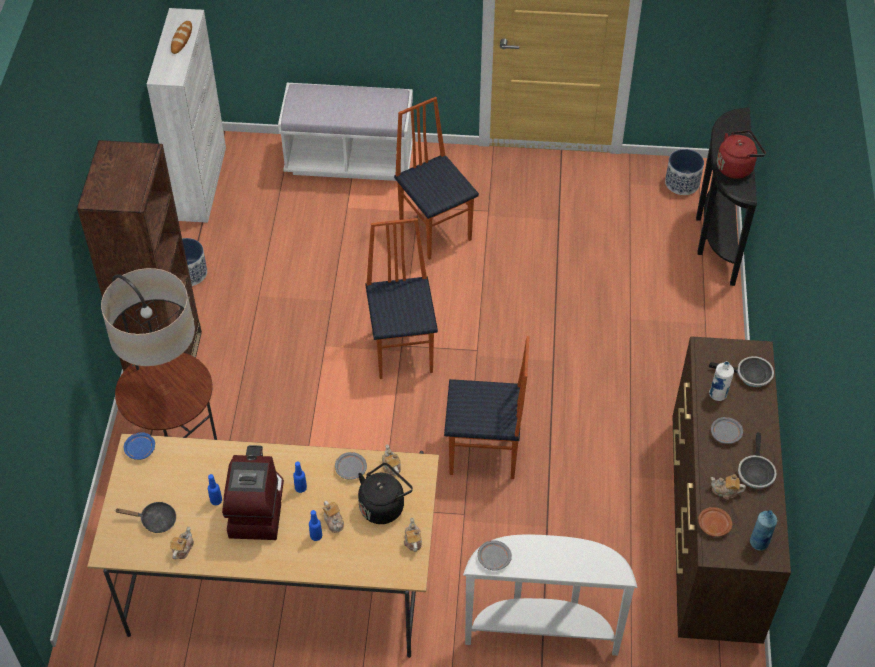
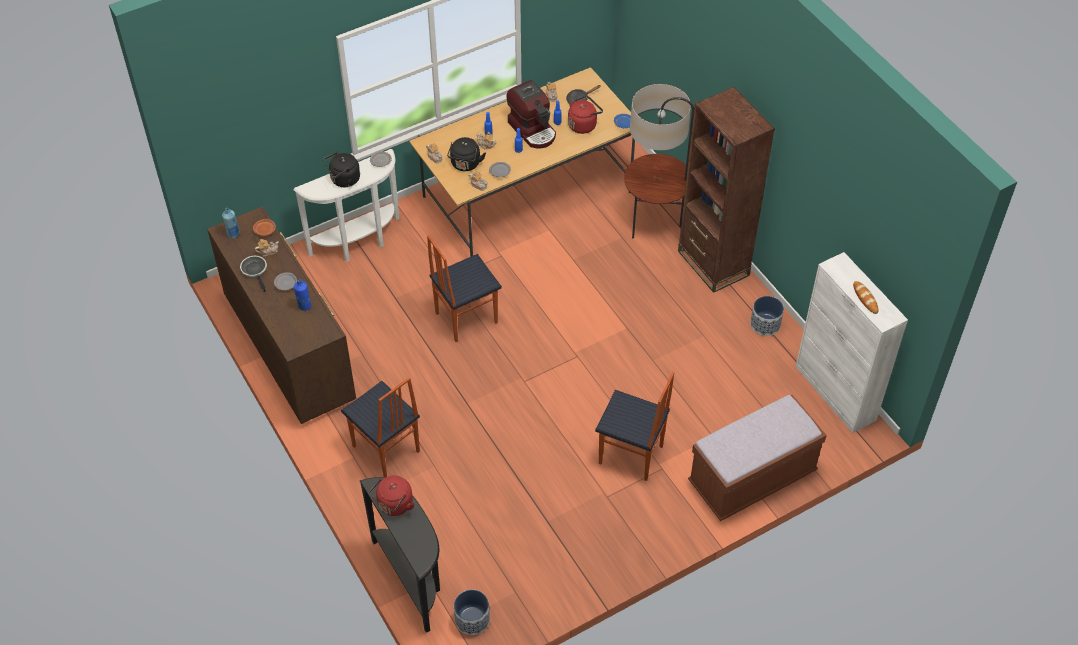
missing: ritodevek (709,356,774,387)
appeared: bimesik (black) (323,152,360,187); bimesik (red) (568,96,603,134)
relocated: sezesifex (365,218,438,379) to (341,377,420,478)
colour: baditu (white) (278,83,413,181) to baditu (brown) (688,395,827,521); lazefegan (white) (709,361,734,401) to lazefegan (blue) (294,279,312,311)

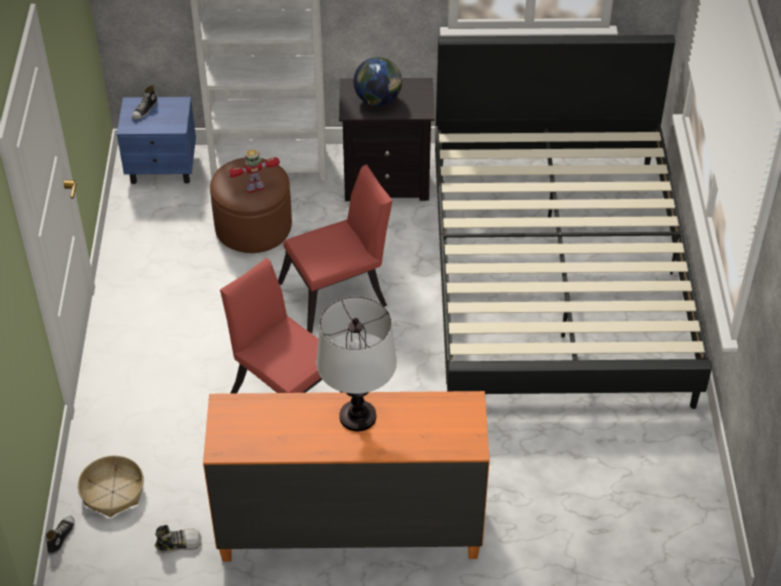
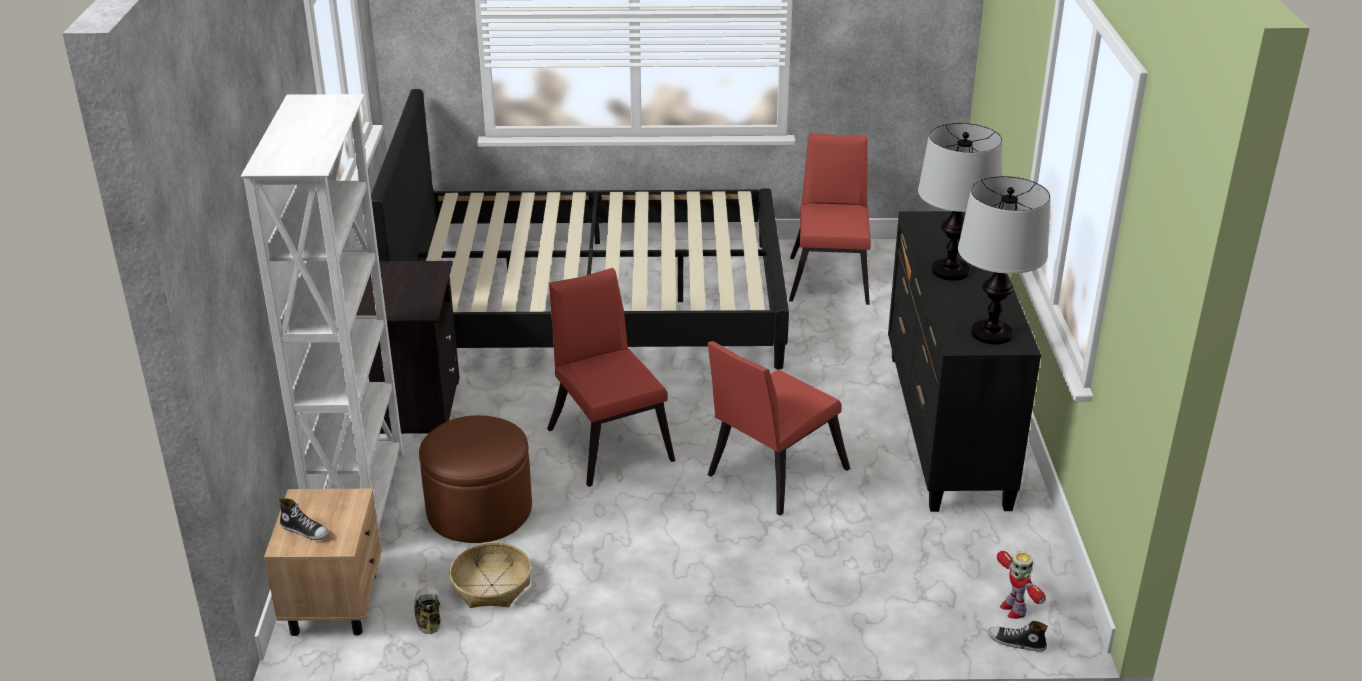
missing: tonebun (353,57,402,106)
appeared: sezesifex (red) (789,133,871,305); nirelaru (958,176,1051,345)
relocated: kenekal (78,455,144,517) to (450,542,531,608); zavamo (155,525,202,553) to (414,587,441,634); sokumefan (228,149,280,193) to (997,551,1046,619)
colour: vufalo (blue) (117,97,196,184) to vufalo (beige) (264,489,382,636); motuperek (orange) (203,391,490,562) to motuperek (black) (888,211,1041,512)

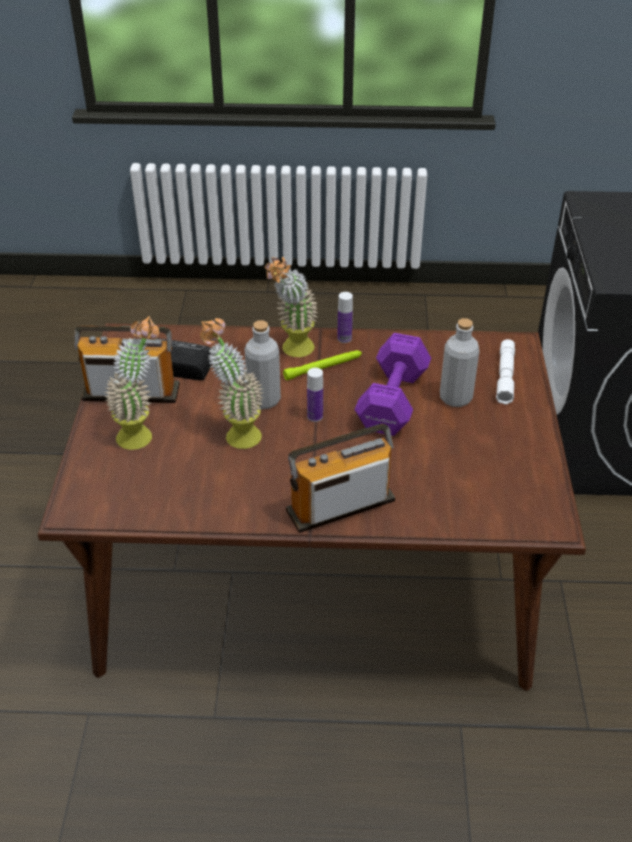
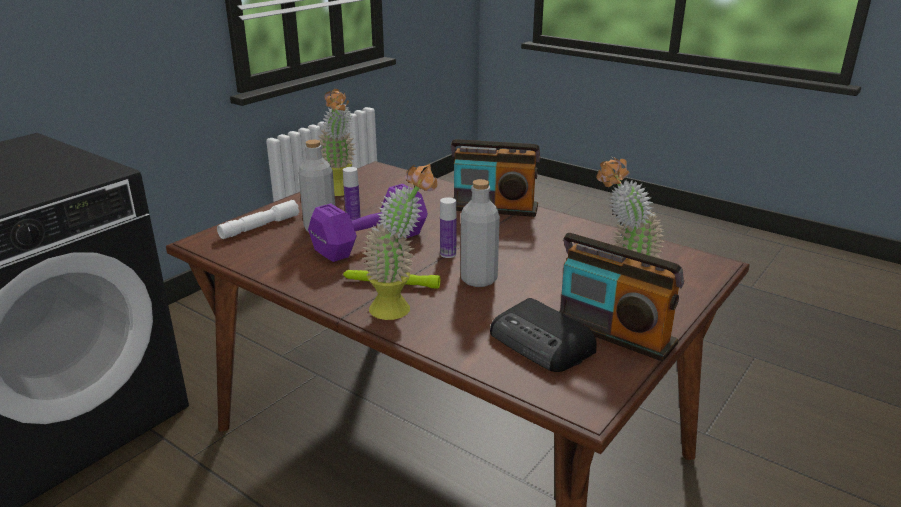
relocated: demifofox (200,318,263,449) to (319,89,356,196); lazefegan (337,292,353,343) to (343,167,361,221)

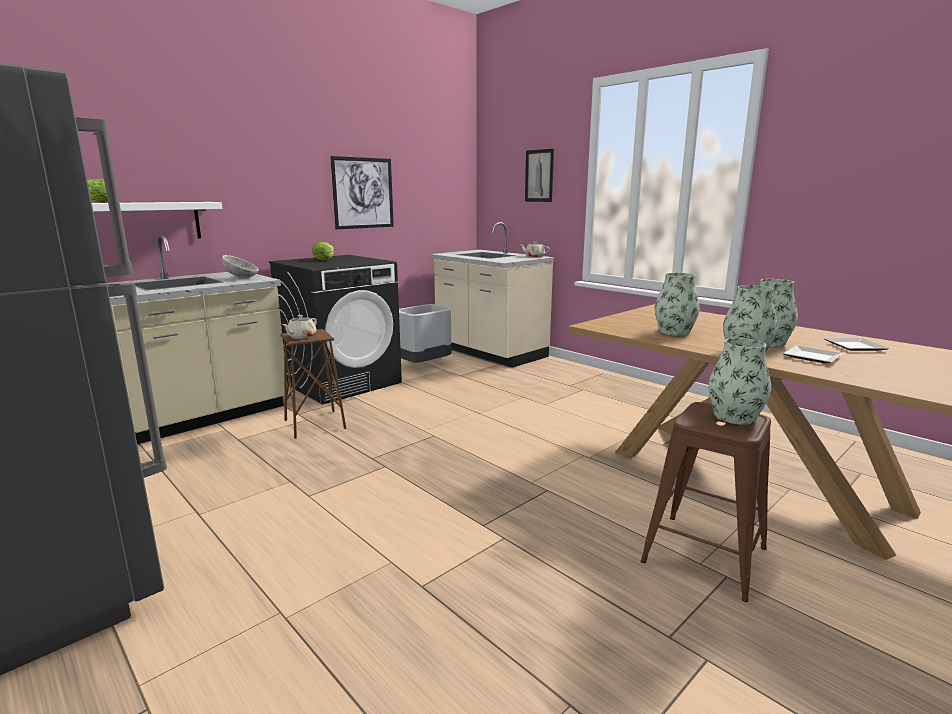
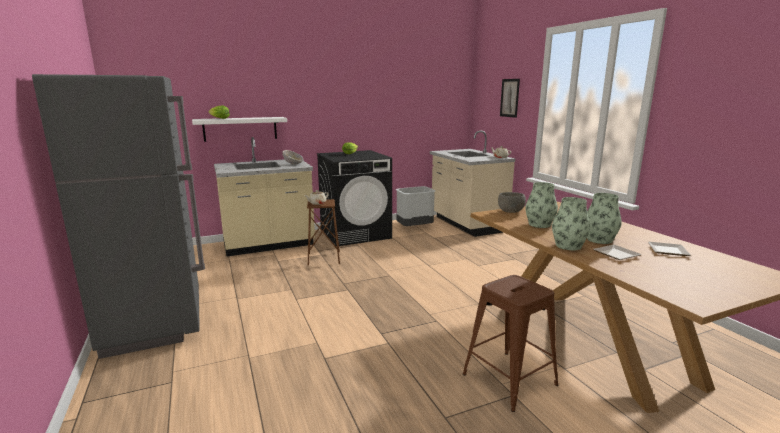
missing: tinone (330,156,394,229); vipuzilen (708,338,771,425)
appeared: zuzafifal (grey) (498,192,526,213)

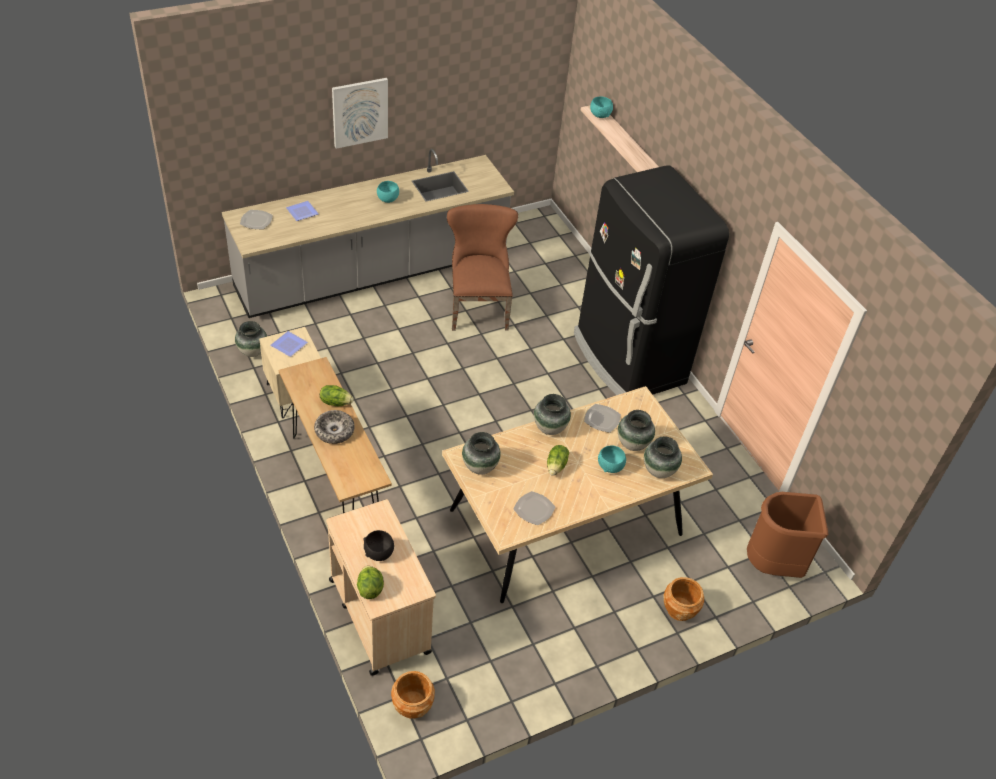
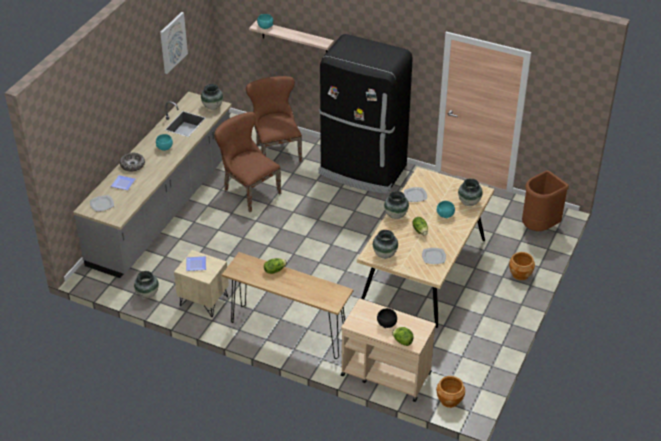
appeared: sezesifex (brown) (246,76,302,162)
relocated: zuzafifal (314,410,355,444) to (120,153,145,171); tinone (332,78,388,149) to (160,12,188,74); vipuzilen (618,410,655,451) to (201,84,223,110)

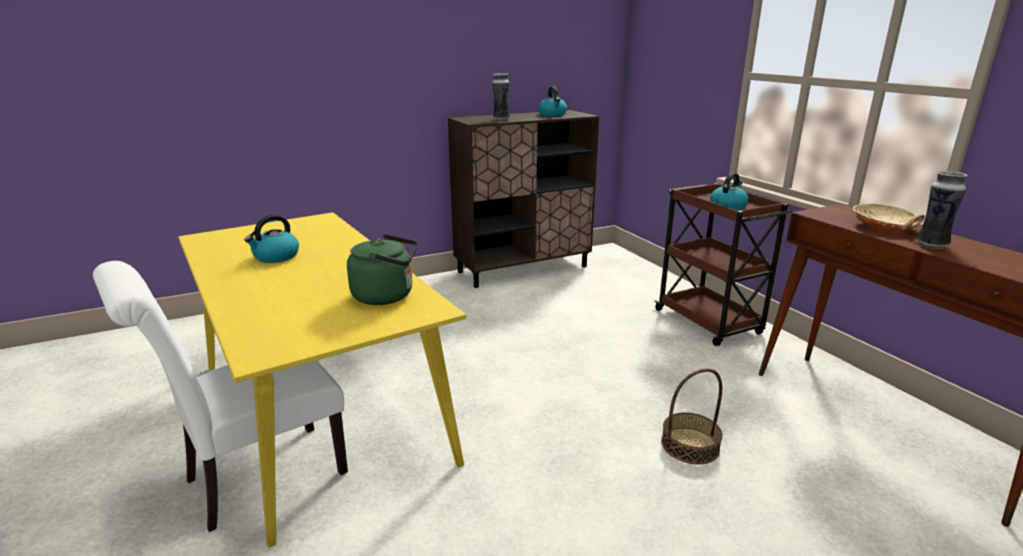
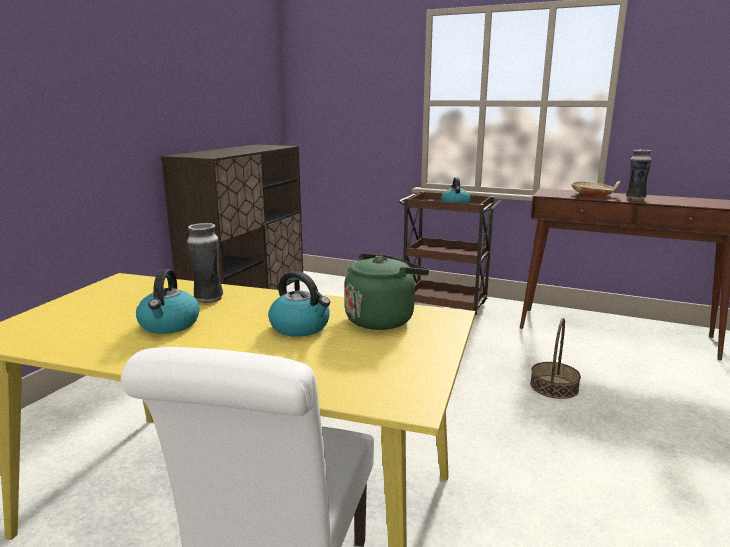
relocated: vipuzilen (492,73,510,121) to (187,223,223,303); bimesik (538,86,567,116) to (268,271,330,337)

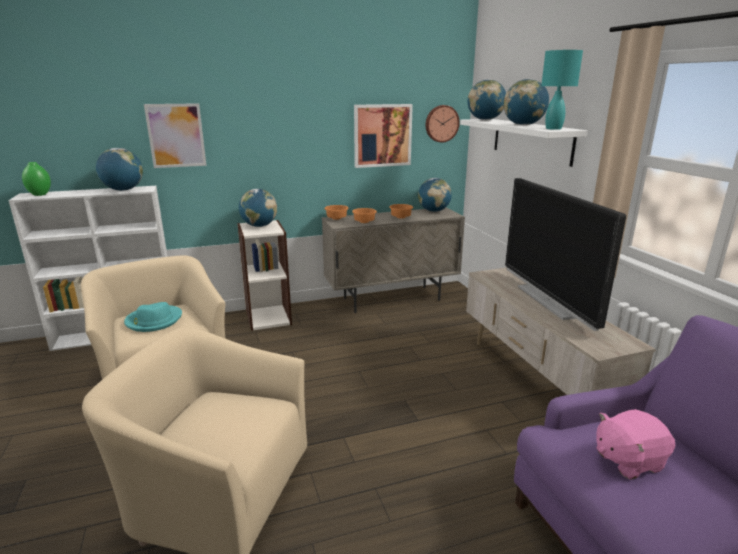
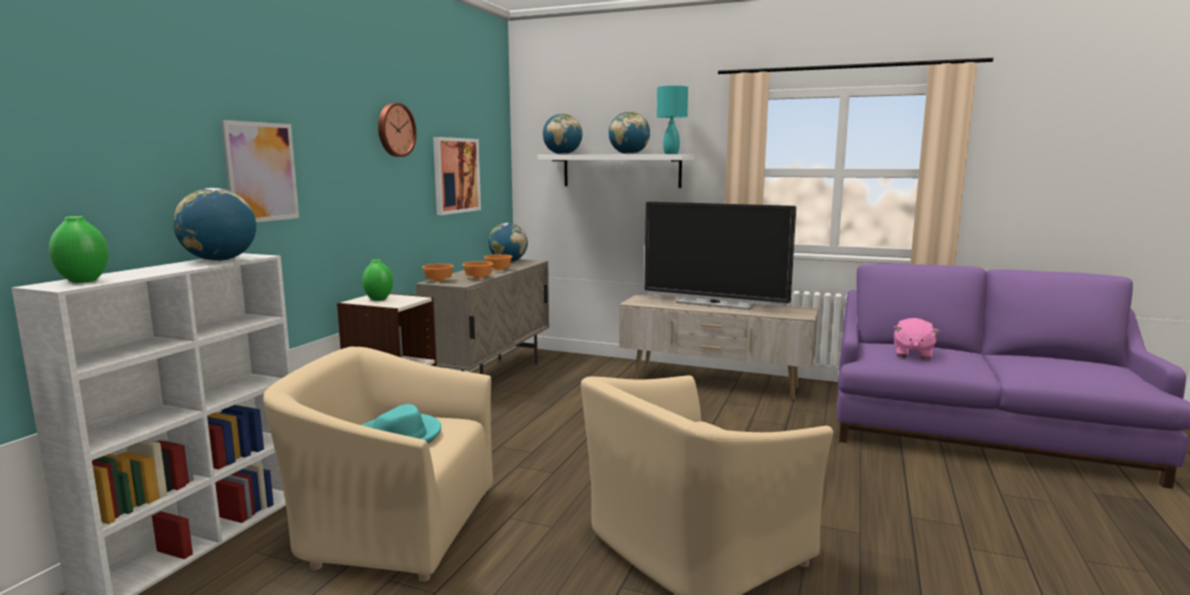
relocated: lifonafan (426,105,460,143) to (378,103,417,157)
exchanged: tonebun (239,189,277,227) to vipuzilen (green) (362,259,393,301)

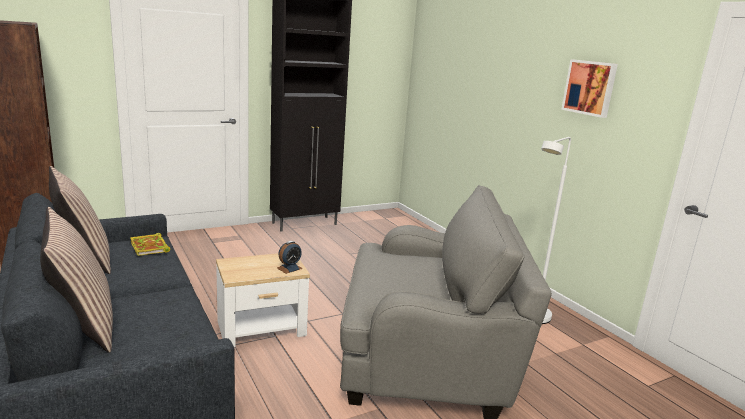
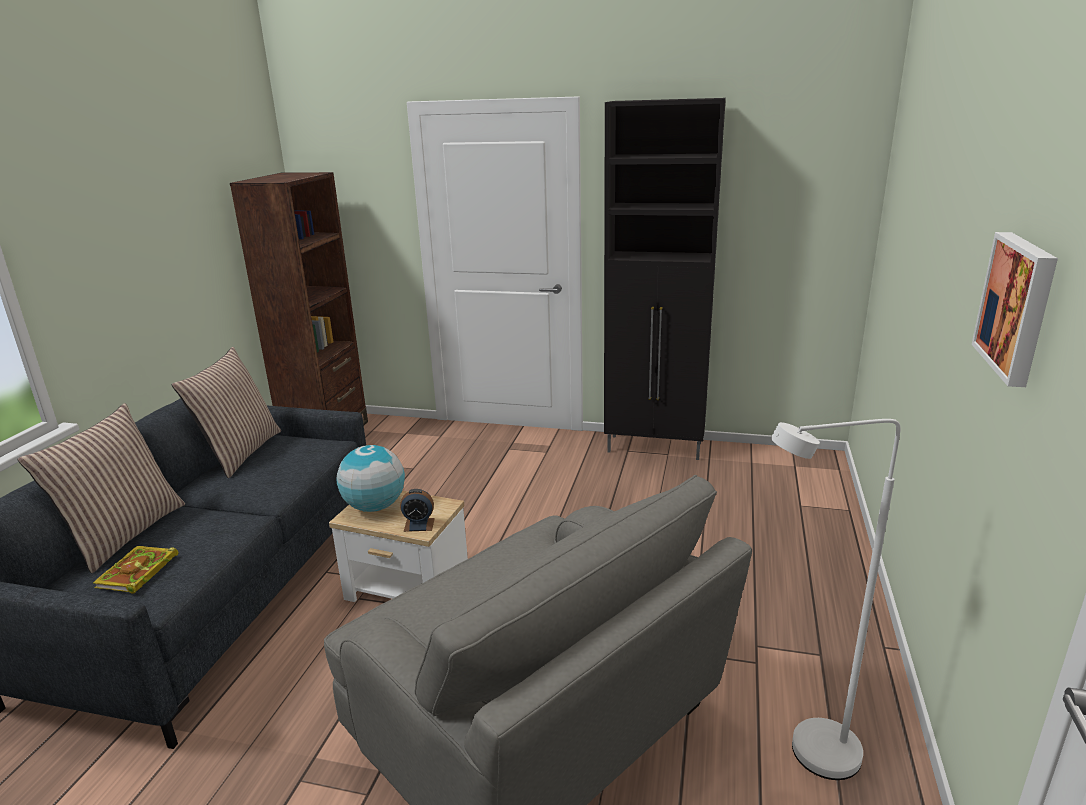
appeared: tonebun (336,445,405,512)
relocated: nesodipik (130,233,170,256) to (93,546,179,594)

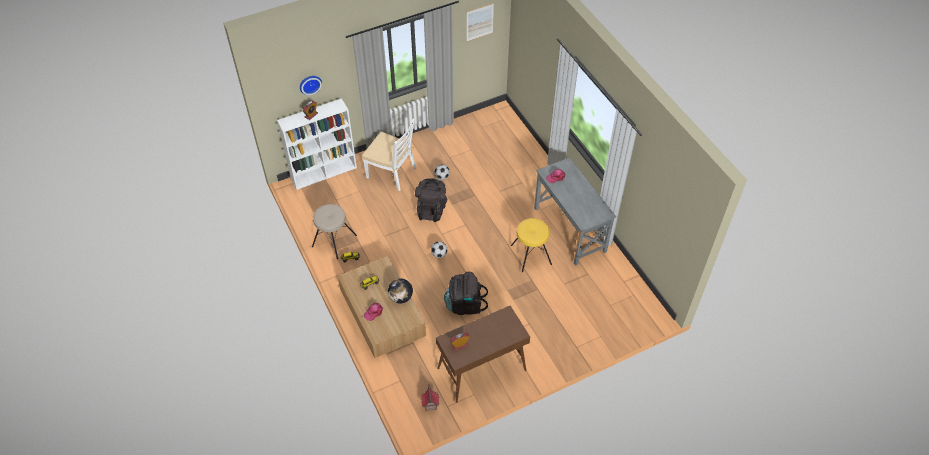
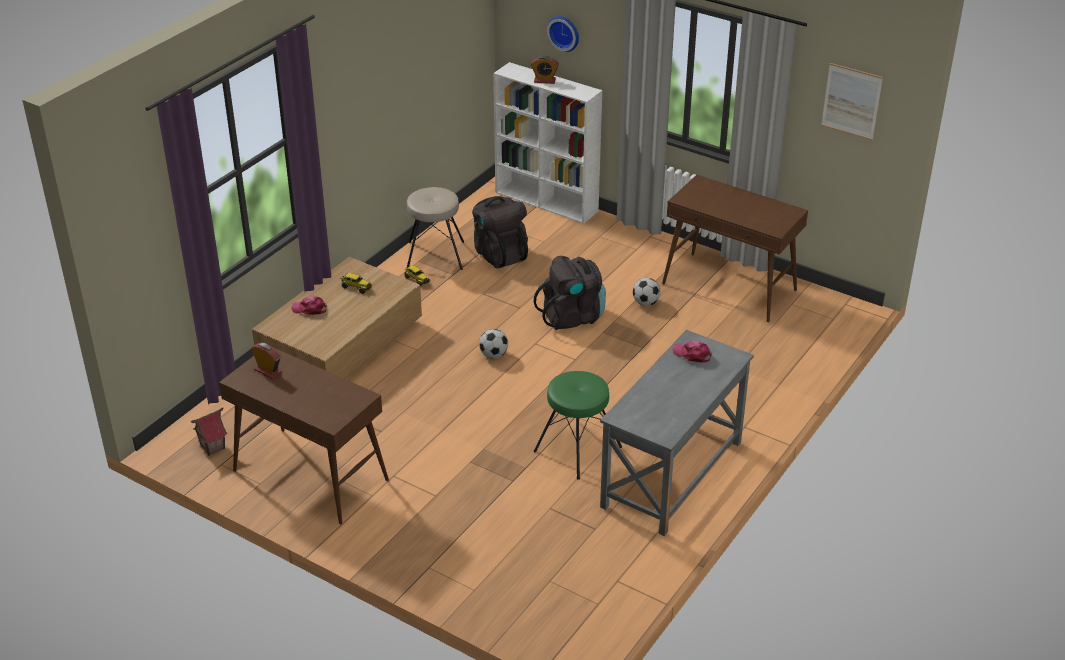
missing: sezesifex (white) (362,119,416,191); tonebun (388,278,413,304)
appeared: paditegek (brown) (662,175,808,322)
relocated: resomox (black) (444,272,488,315) to (472,196,528,269)
colour: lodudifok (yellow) (511,218,552,272) to lodudifok (green) (534,371,622,480)

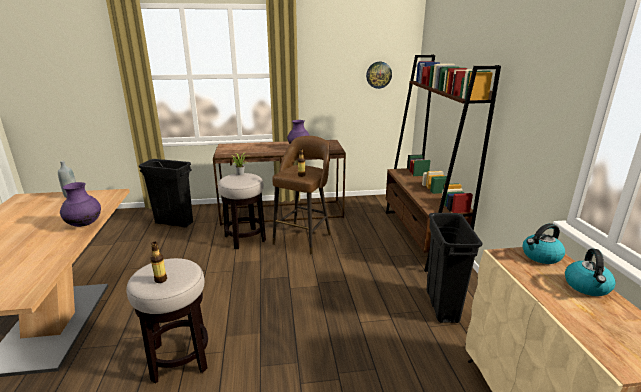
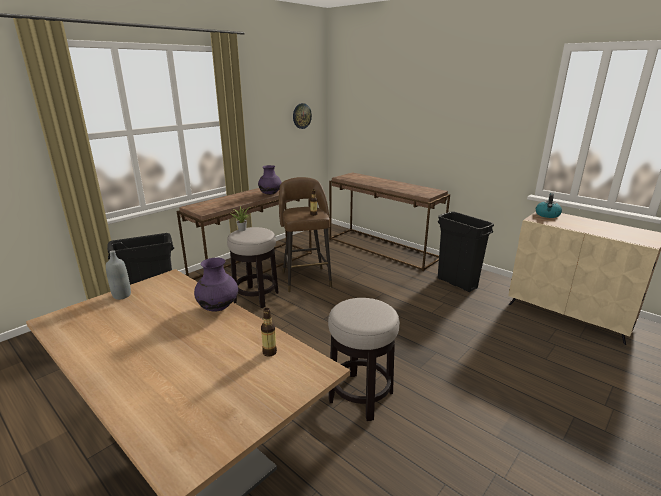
missing: bimesik (565,248,616,296)
relocated: lazefegan (150,242,167,283) to (261,308,277,357)
exchanged: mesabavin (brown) (386,55,501,272) to paditegek (brown) (329,172,450,271)

